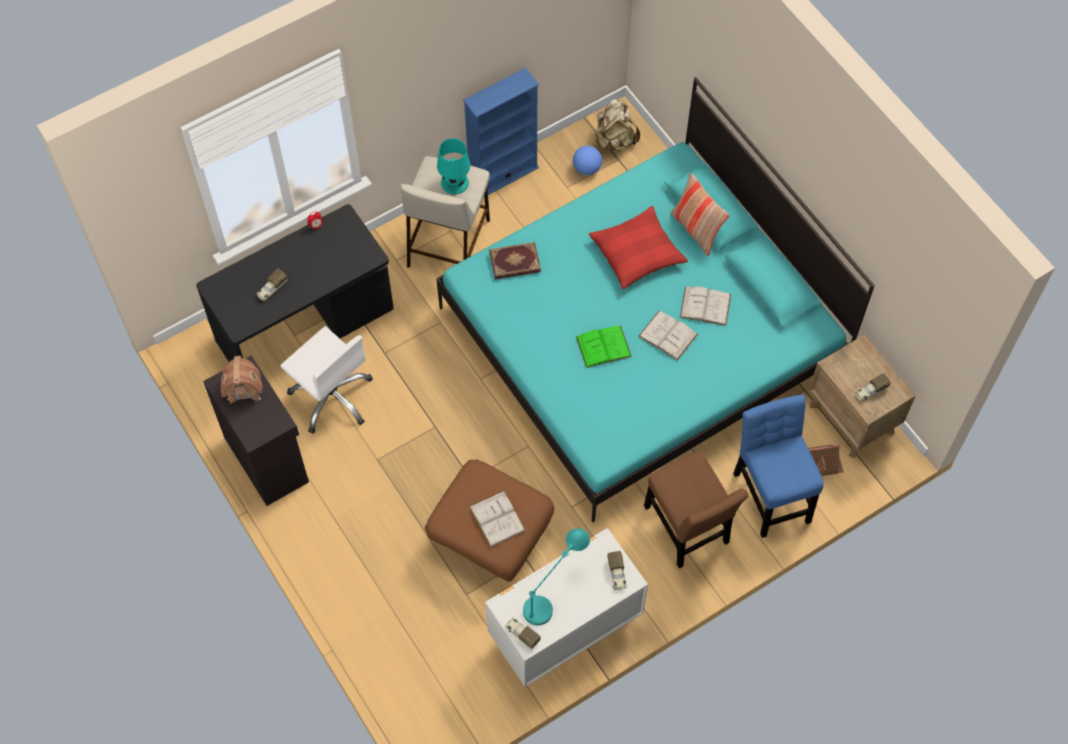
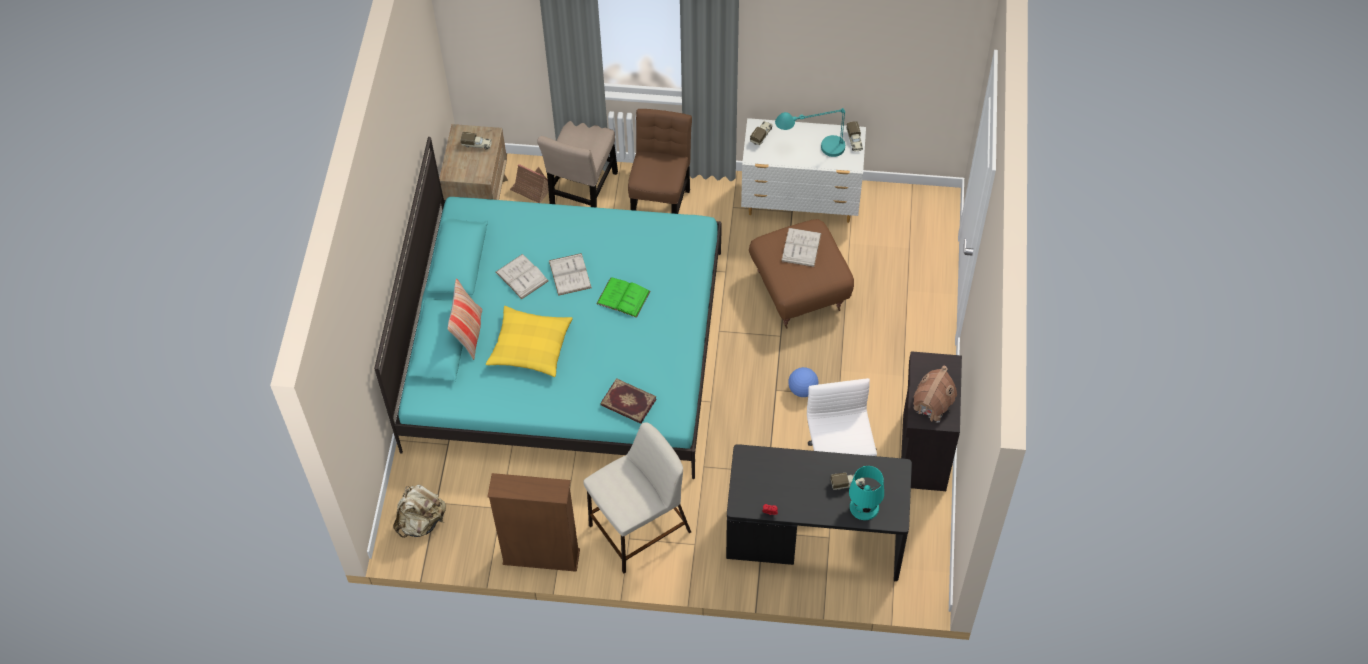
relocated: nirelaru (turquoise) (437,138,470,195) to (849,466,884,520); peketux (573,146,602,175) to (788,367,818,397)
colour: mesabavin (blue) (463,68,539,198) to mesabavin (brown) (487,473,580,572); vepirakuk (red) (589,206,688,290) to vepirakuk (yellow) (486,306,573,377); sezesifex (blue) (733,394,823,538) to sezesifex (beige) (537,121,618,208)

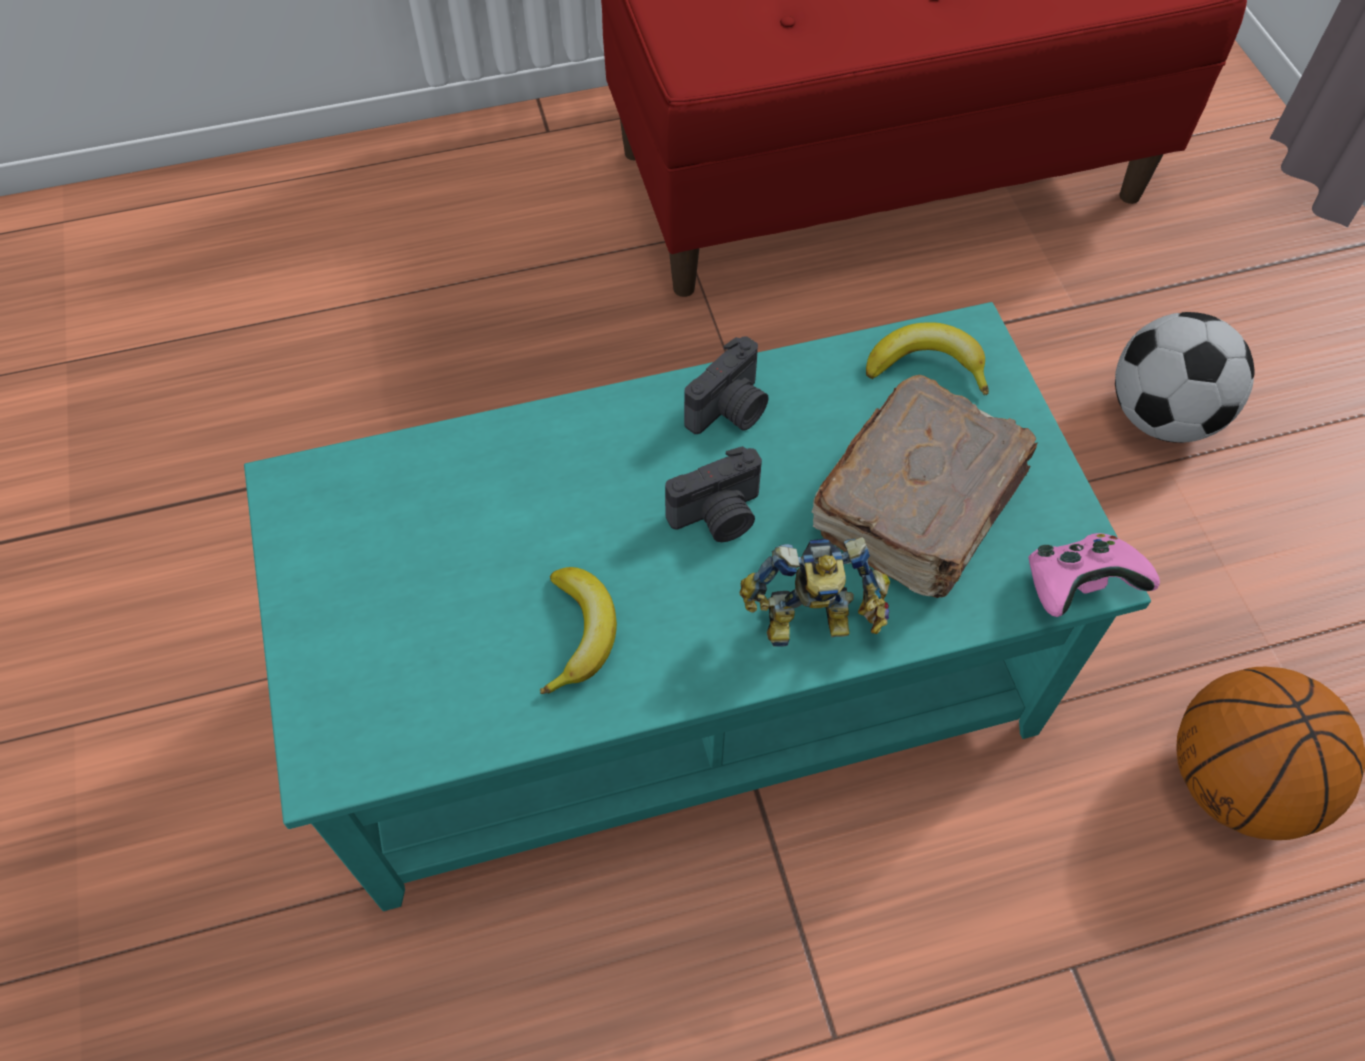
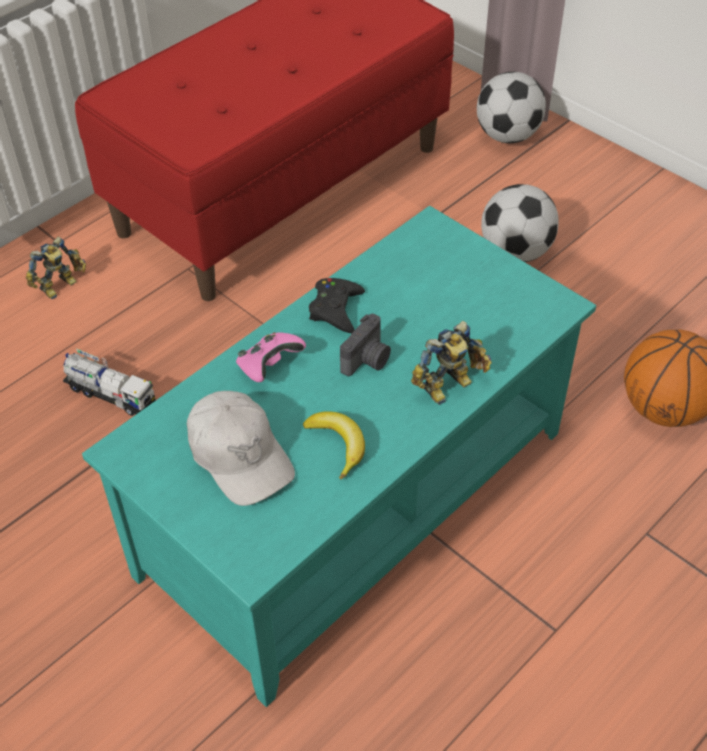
missing: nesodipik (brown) (812,375,1038,598); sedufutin (866,322,989,395)
appeared: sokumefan (26,237,86,299); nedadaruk (63,349,155,416); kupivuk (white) (187,391,295,506); peketux (477,72,546,143)
relocated: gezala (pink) (1028,533,1160,617) to (236,332,306,382)
exchanged: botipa (684,336,769,434) to gezala (black) (309,278,365,333)

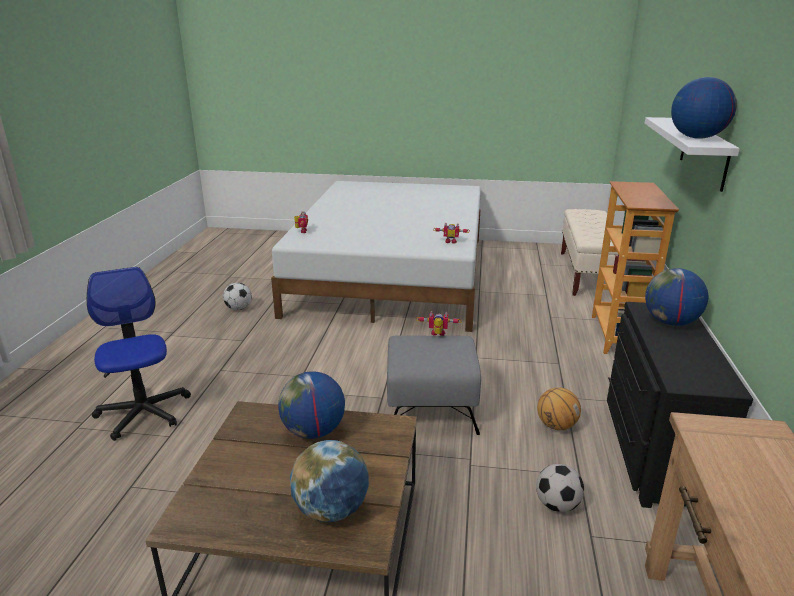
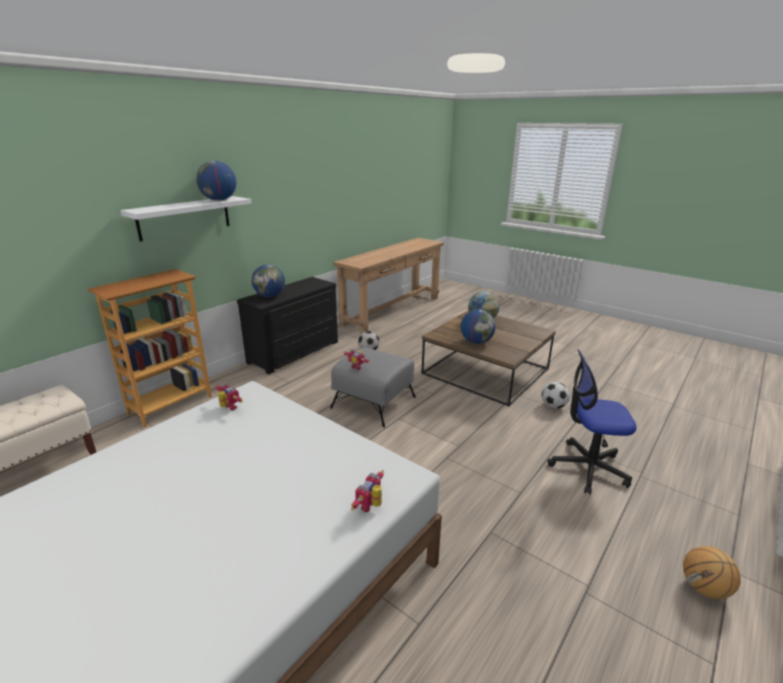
relocated: peketux (223,283,252,310) to (542,382,570,409); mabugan (537,387,581,430) to (683,546,741,599)
spun: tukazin (87,267,191,441) = (547,349,637,495) 90 degrees clockwise

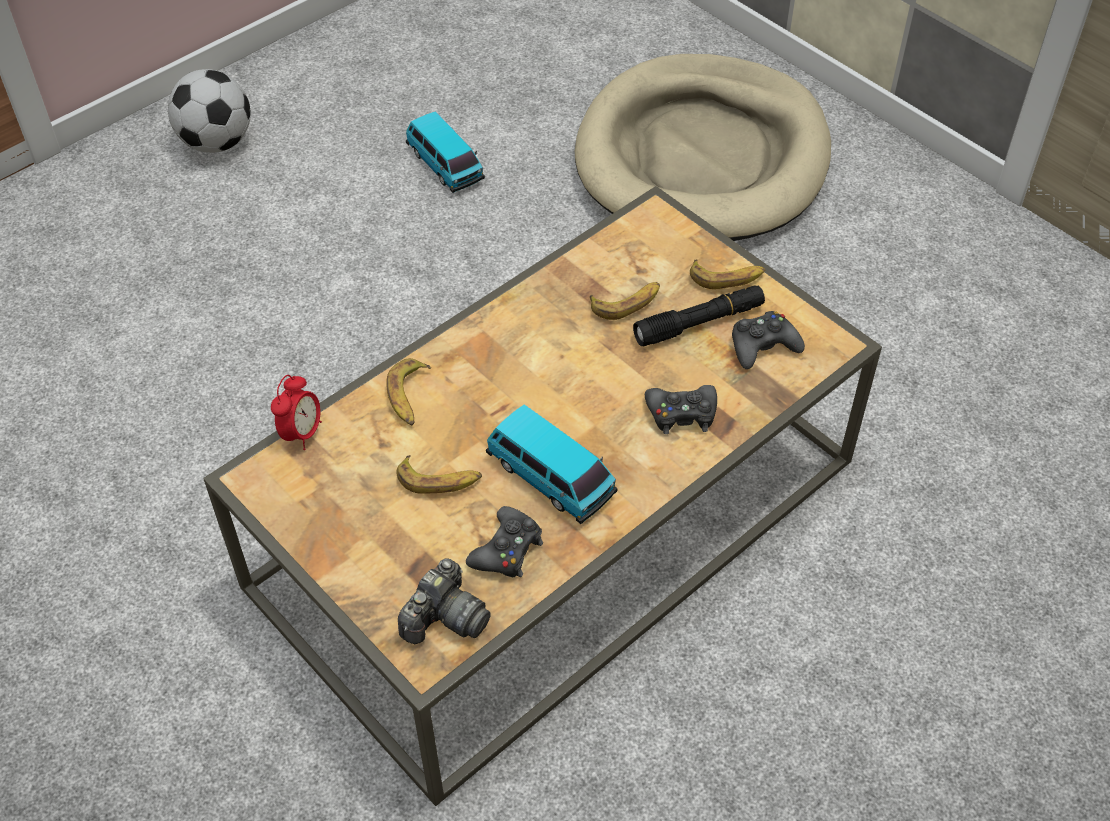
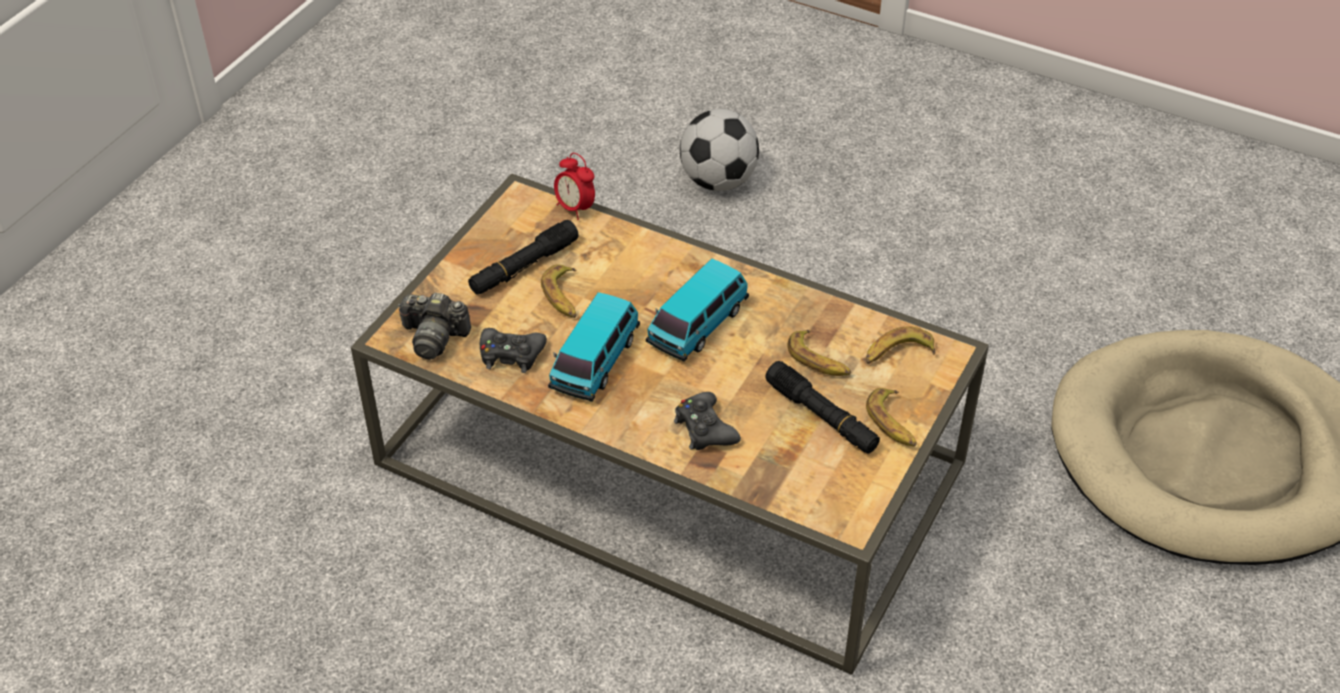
missing: gezala (black) (732,311,805,369)
appeared: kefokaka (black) (468,220,579,295)
relocated: peketux (168,69,251,153) to (680,109,759,191); sedufutin (386,358,431,425) to (866,326,936,364); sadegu (406,112,485,193) to (646,258,749,362)
spun: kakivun (271,375,322,450) = (554,153,595,220) 45 degrees clockwise

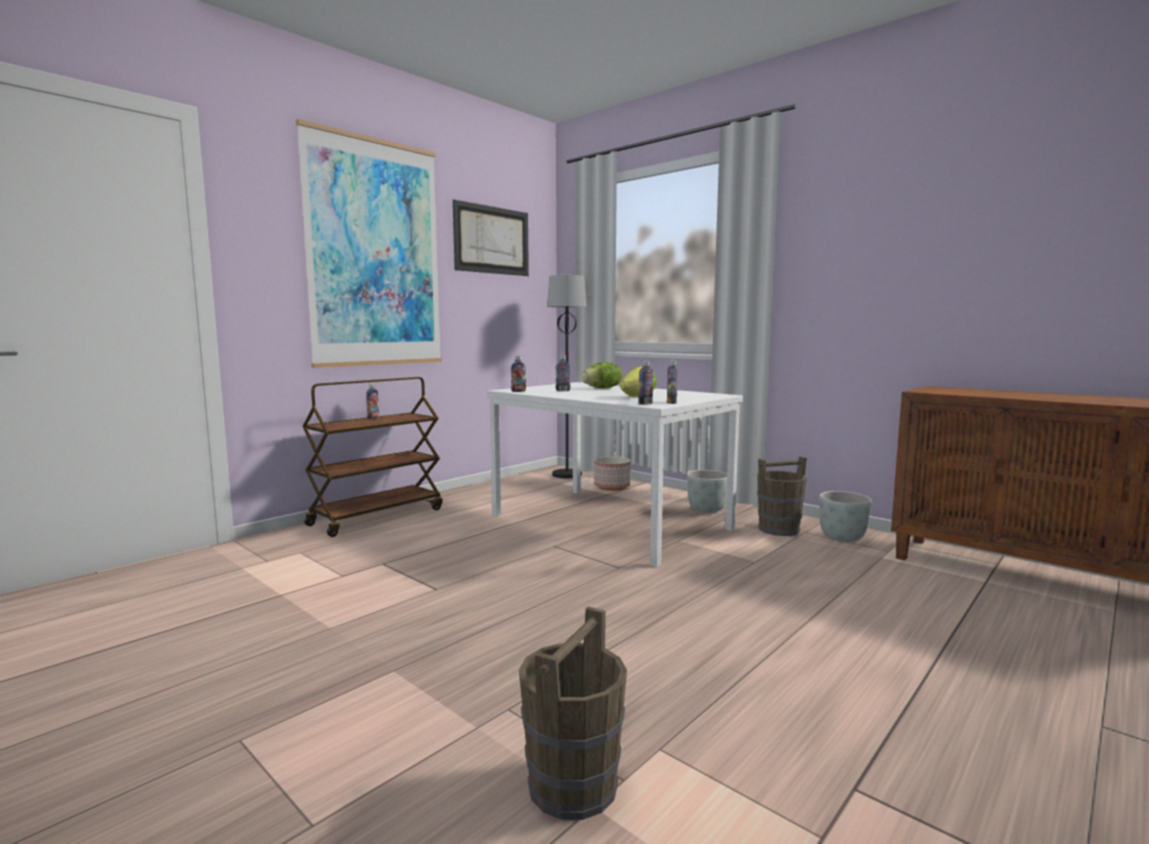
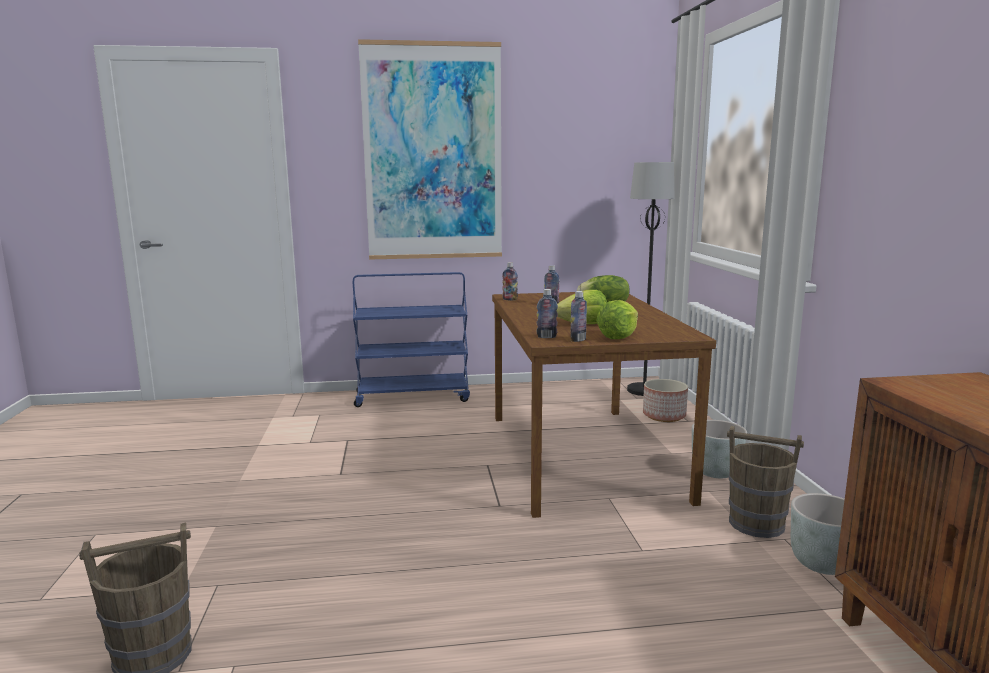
missing: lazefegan (366,384,379,419); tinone (453,200,529,276)
appeared: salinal (596,300,638,339)
colour: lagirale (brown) (303,377,442,537) to lagirale (blue) (353,272,470,407); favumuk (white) (487,382,743,567) to favumuk (brown) (492,292,716,518)

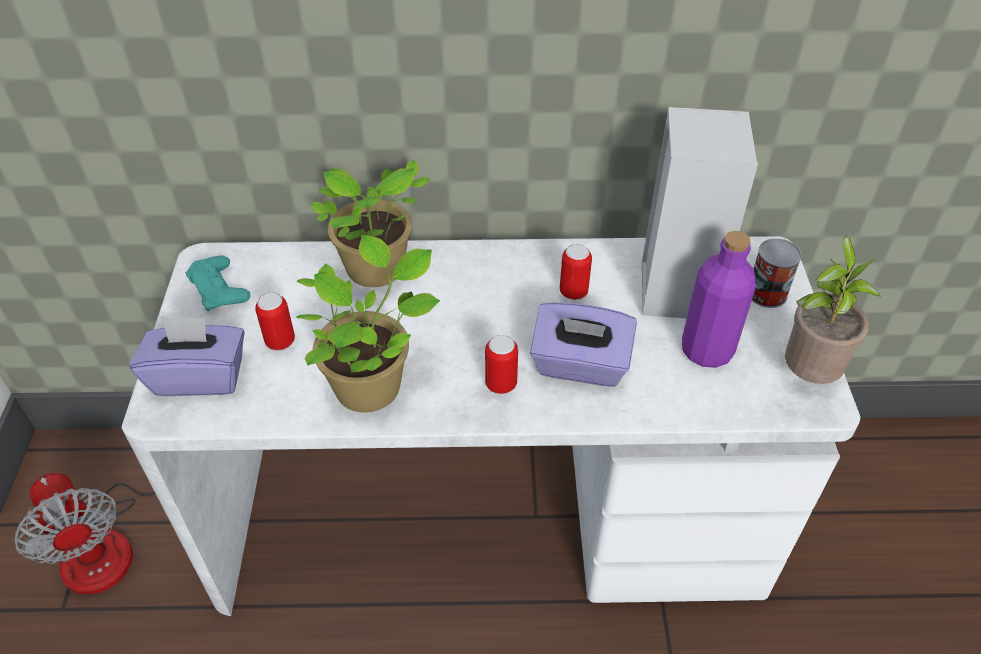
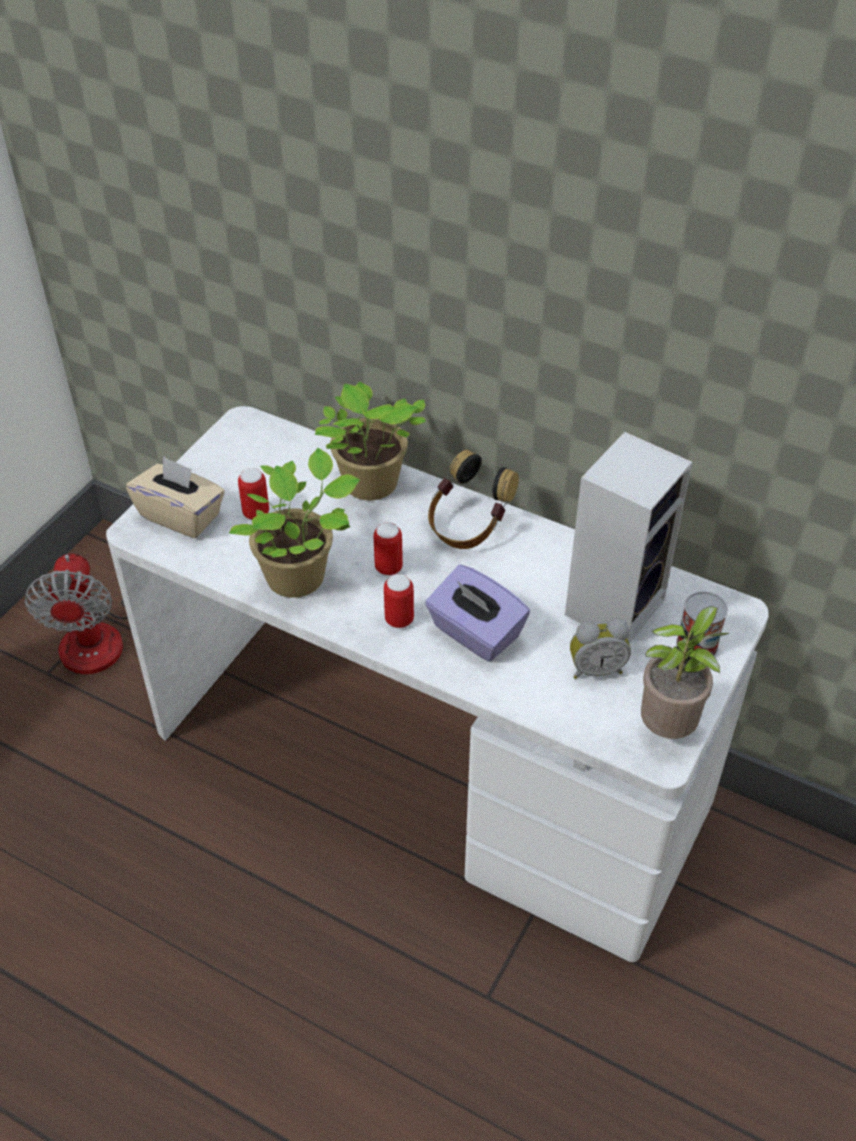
missing: gezala (turquoise) (185,256,250,311)
appeared: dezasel (428,450,519,549)
relocated: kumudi (560,244,592,300) to (373,522,403,576)
exchanged: lazefegan (purple) (682,231,756,368) to kakivun (570,618,631,679)
colour: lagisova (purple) (129,317,245,396) to lagisova (beige) (126,456,225,538)

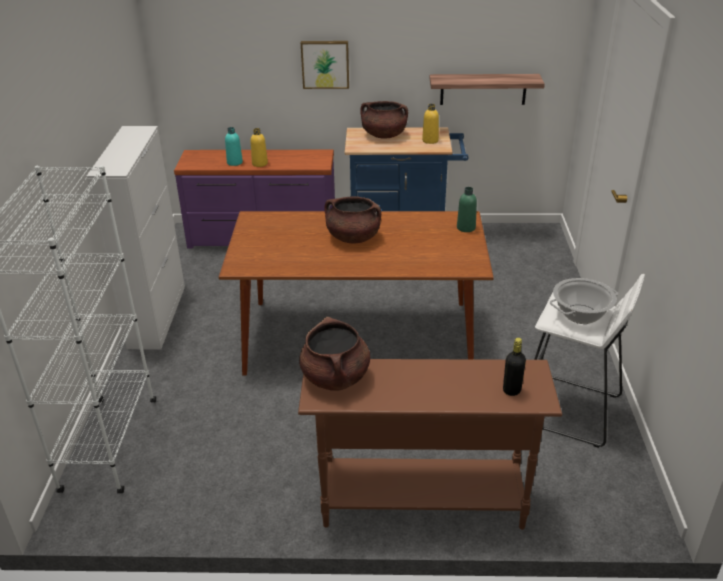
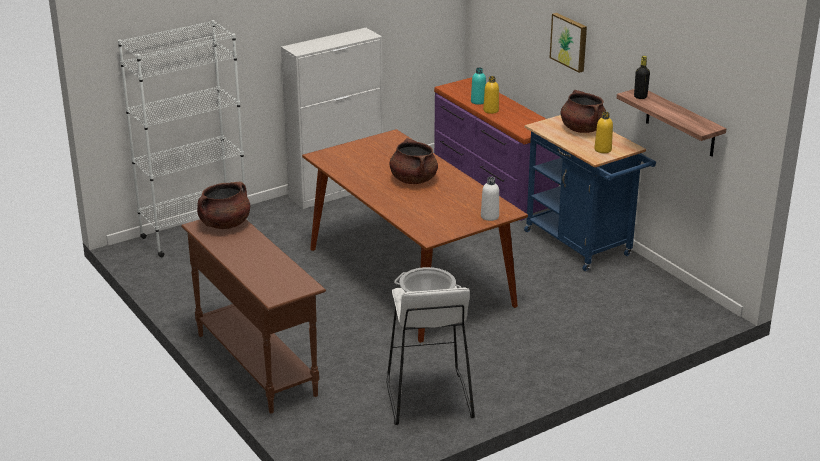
relocated: lazefegan (black) (503,338,526,396) to (634,56,650,99)
colour: lazefegan (green) (457,187,477,232) to lazefegan (white) (481,177,499,221)

